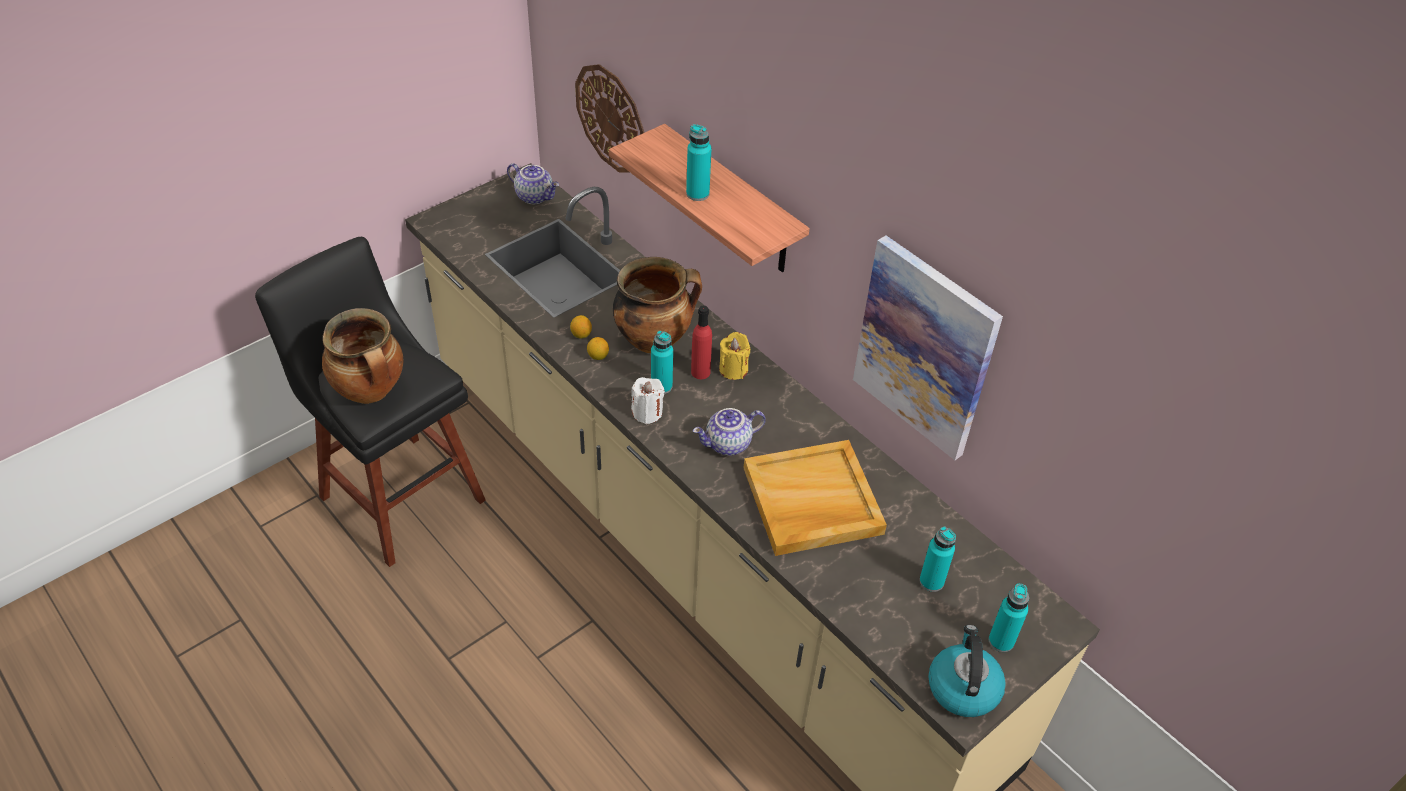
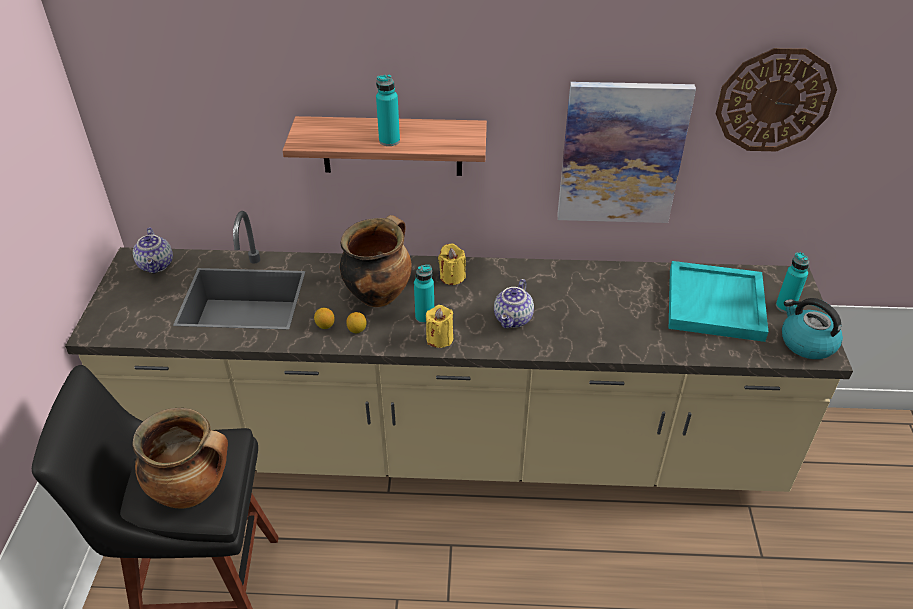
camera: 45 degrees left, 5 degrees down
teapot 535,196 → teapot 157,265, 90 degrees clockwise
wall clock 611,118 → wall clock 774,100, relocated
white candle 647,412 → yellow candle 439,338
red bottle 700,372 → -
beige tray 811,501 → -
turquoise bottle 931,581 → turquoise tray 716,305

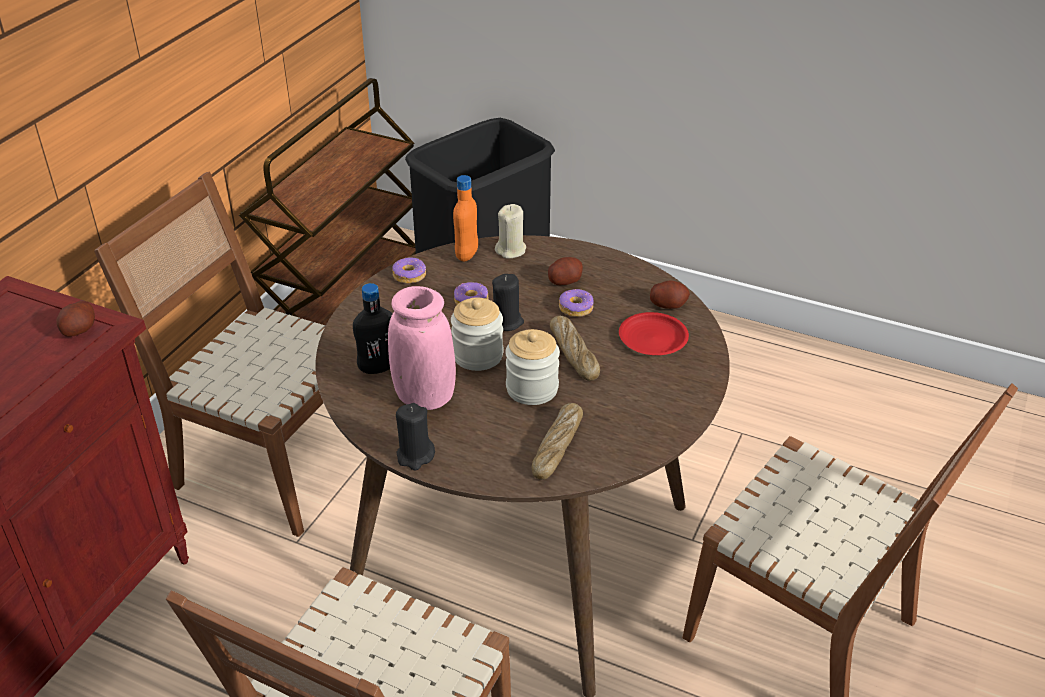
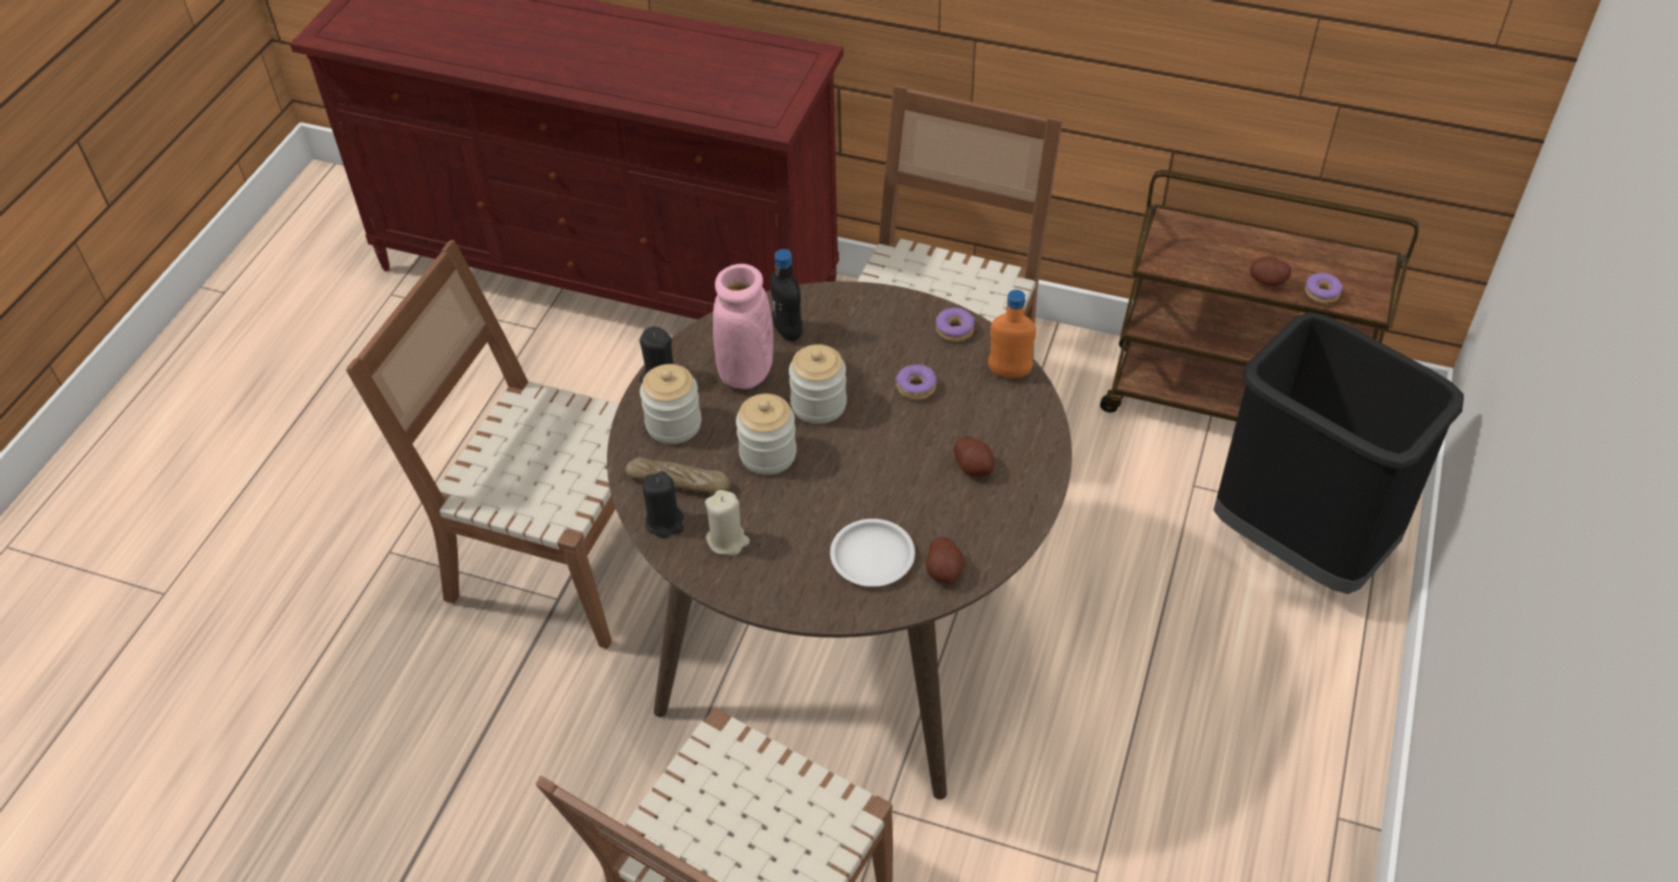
camera: 85 degrees right, 10 degrees up
potato 79,330 → potato 1268,281, relocated
black candle 506,322 → black candle 665,522, relocated
beige candle 511,250 → beige candle 727,540, relocated
bread 574,353 → -
donut 576,308 → donut 1322,293, relocated
red plate 653,338 → white plate 873,557
- → jar 673,424

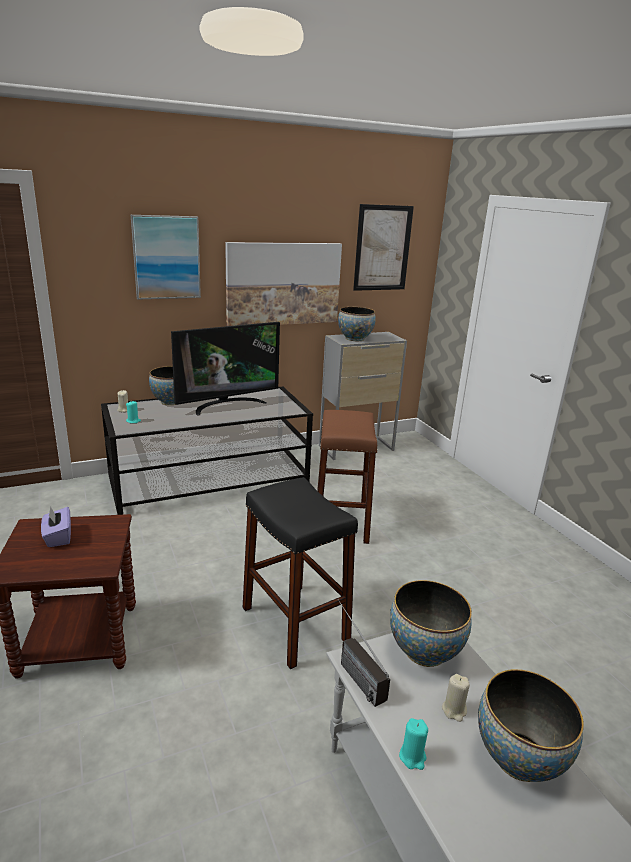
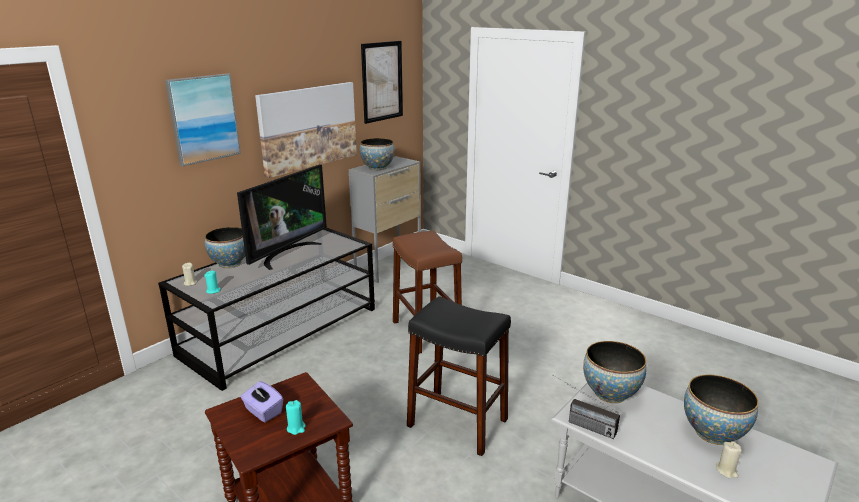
camera: 25 degrees left, 0 degrees up
turquoise candle 412,757 → turquoise candle 296,428, relocated
beige candle 454,710 → beige candle 726,470, relocated

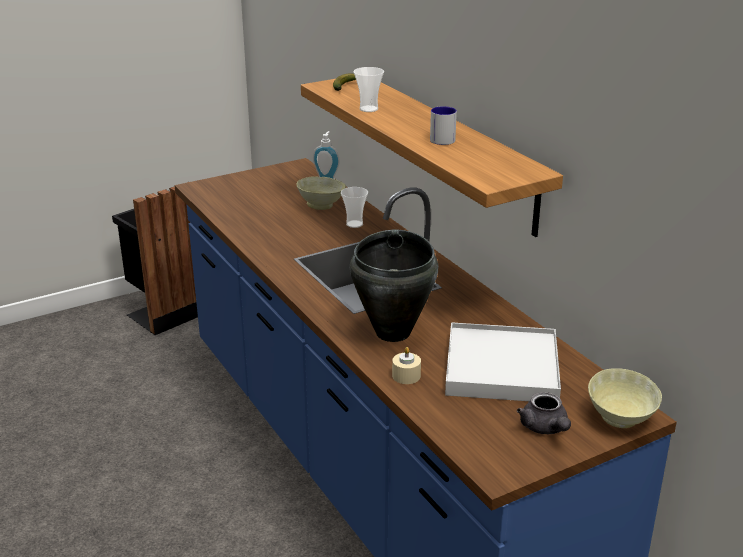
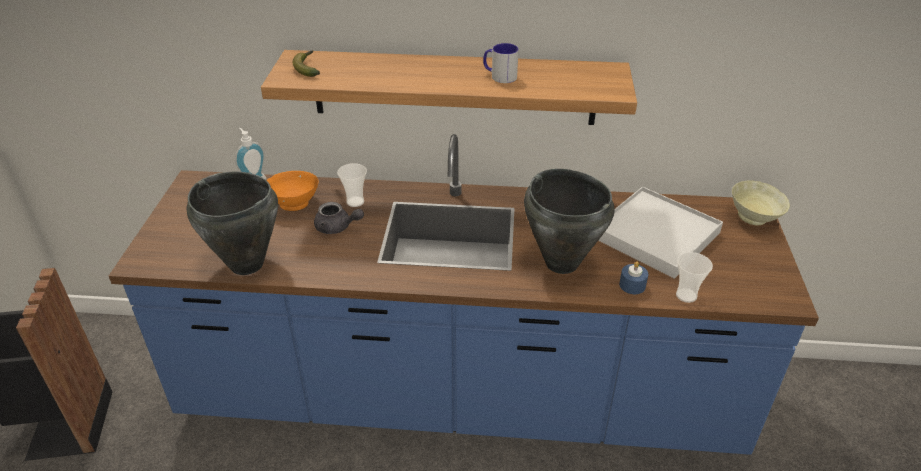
camera: 55 degrees left, 10 degrees up
beige bowl 322,205 → orange bowl 295,203
cup 368,109 → cup 686,295, relocated
beige candle 406,376 → blue candle 632,285
grey teapot 545,428 → grey teapot 337,228, relocated
- → black cooking pot 246,265

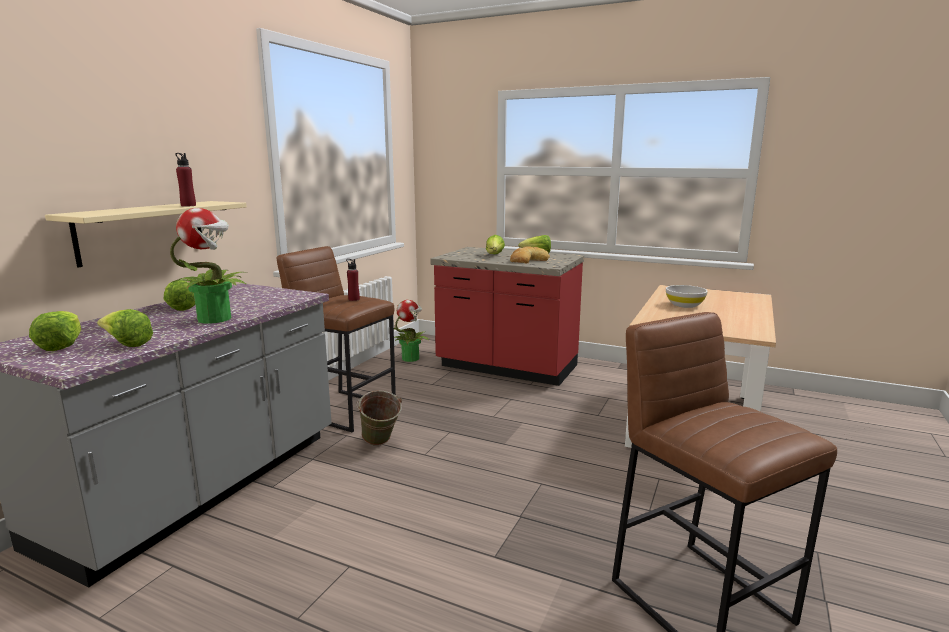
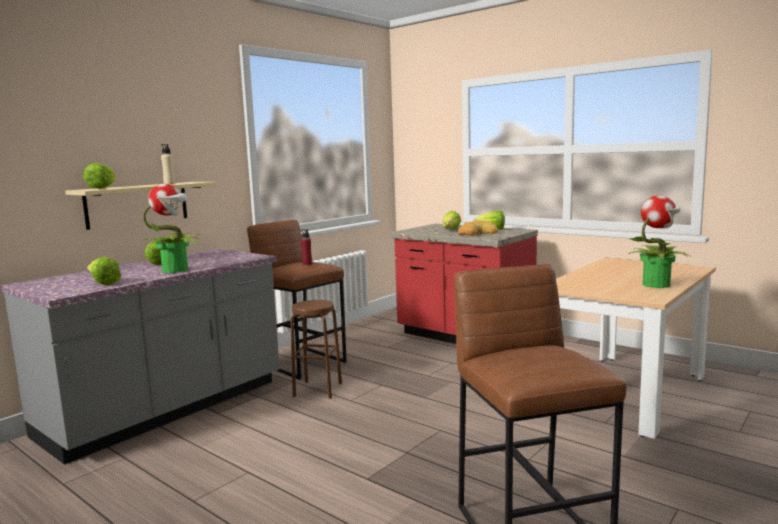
camera: 15 degrees right, 5 degrees down
lettuce 62,345 → lettuce 102,188, relocated
red bottle 188,205 → beige bottle 169,184
green bucket 380,444 → brown stool 317,389
potted plant 411,358 → potted plant 656,284, relocated
white bowl 684,305 → -

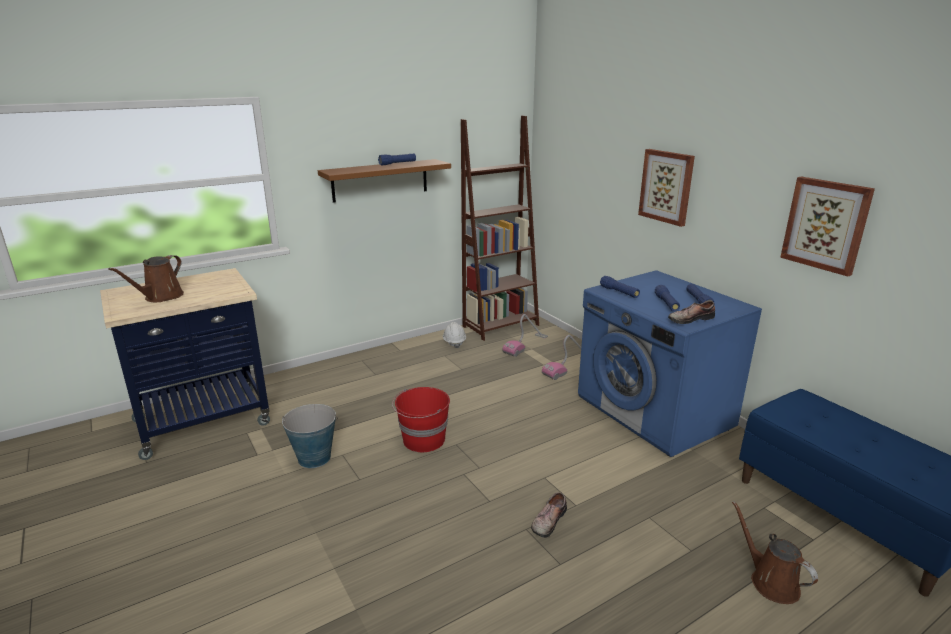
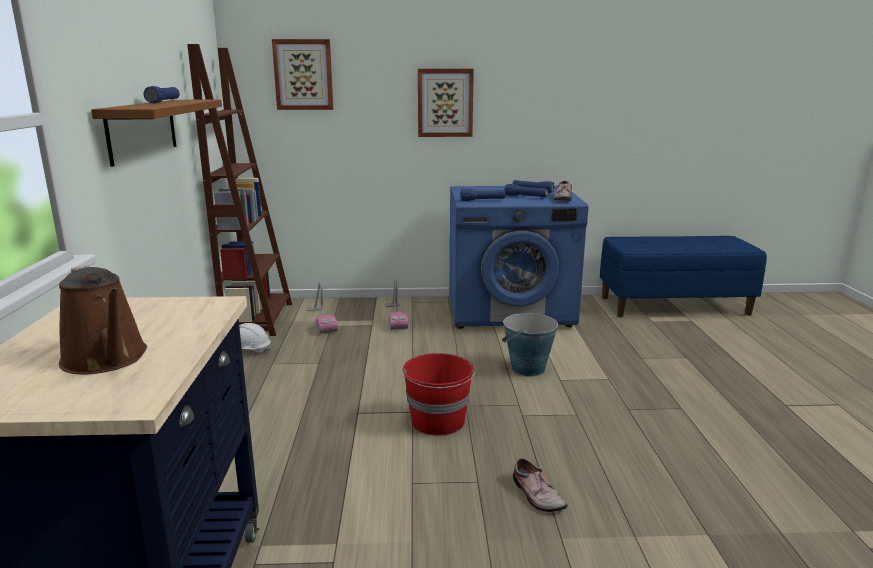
camera: 60 degrees left, 5 degrees down
bucket 314,458 → bucket 528,369, relocated
shoe 547,520 → shoe 536,495, relocated
brown watering can 770,581 → -
picture 826,225 → picture 303,74, relocated

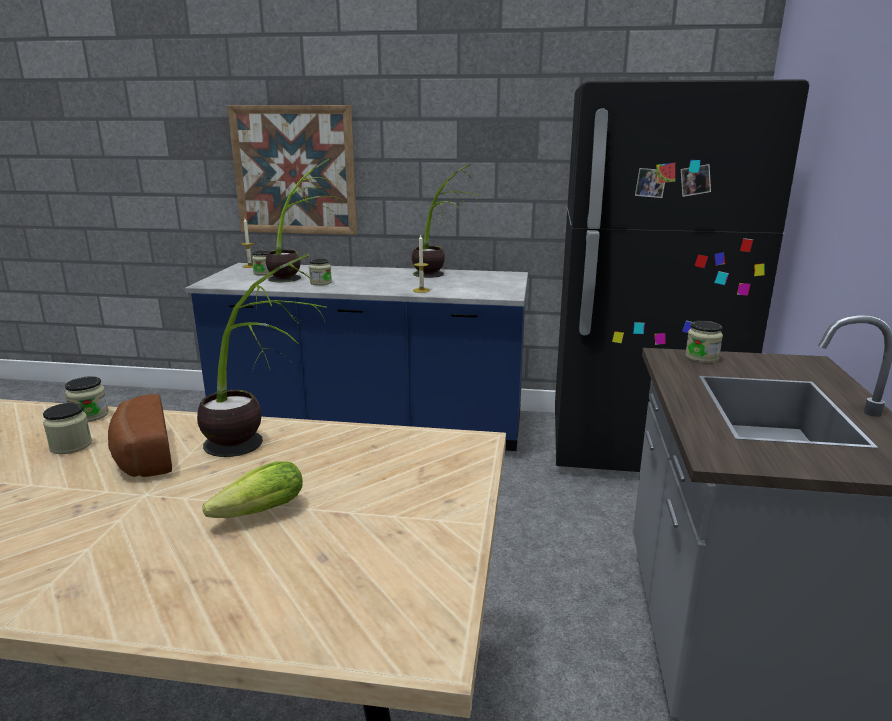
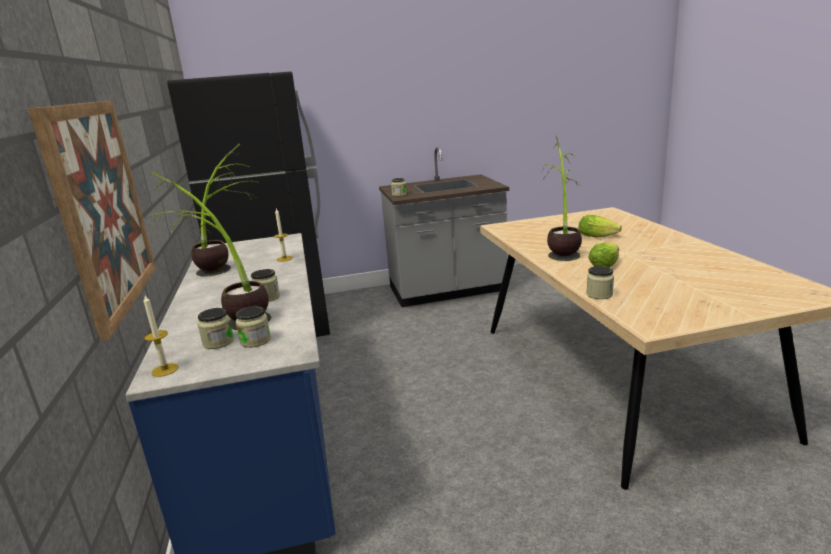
camera: 110 degrees left, 0 degrees up
jar 71,445 → jar 255,341, relocated
bread 141,456 → lettuce 606,265

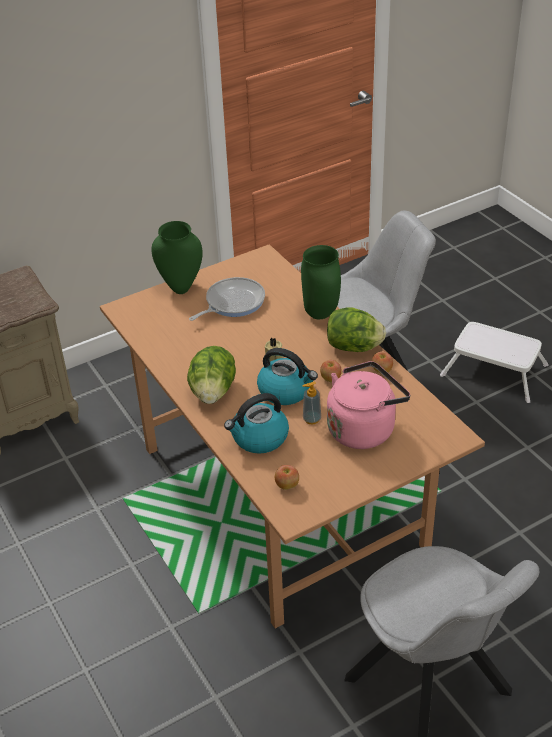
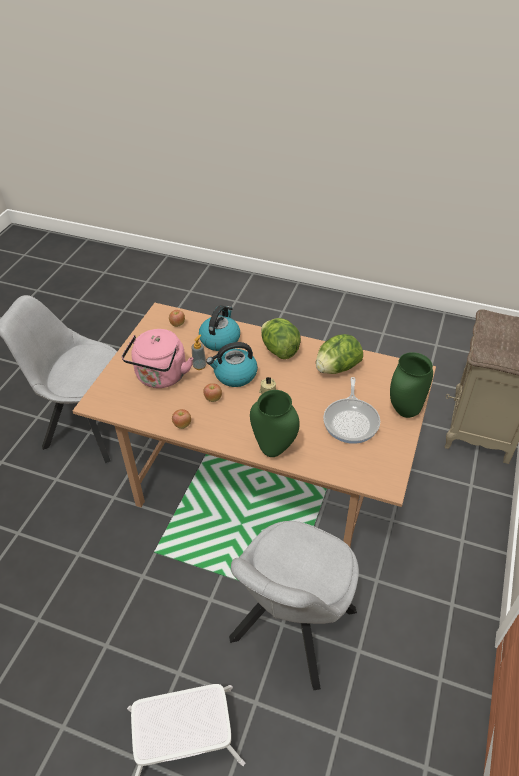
camera: 140 degrees right, 5 degrees up
lettuce 354,347 → lettuce 337,368, relocated

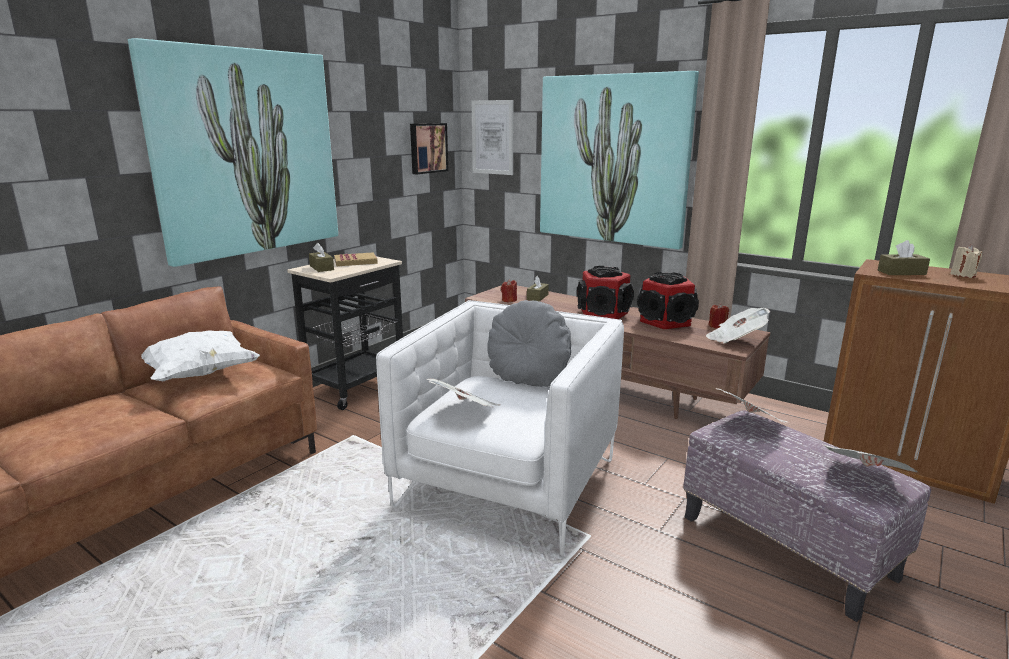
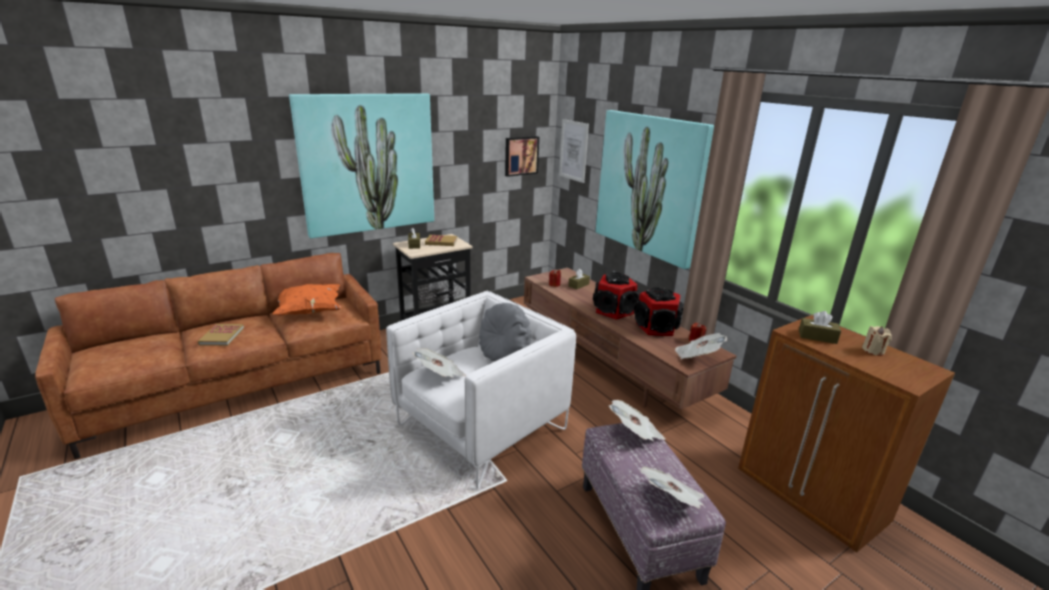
camera: 20 degrees right, 5 degrees up
white pillow 199,374 → orange pillow 310,311
- → book 222,336

